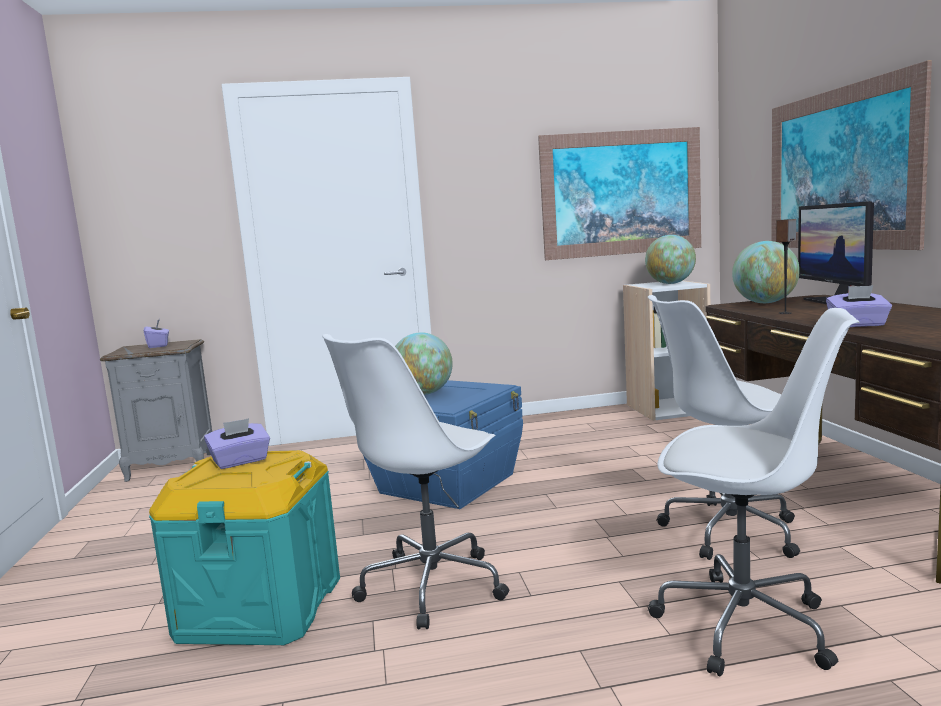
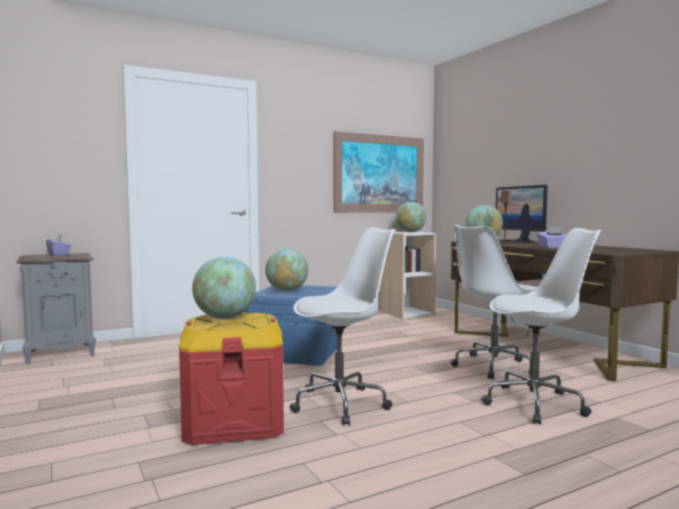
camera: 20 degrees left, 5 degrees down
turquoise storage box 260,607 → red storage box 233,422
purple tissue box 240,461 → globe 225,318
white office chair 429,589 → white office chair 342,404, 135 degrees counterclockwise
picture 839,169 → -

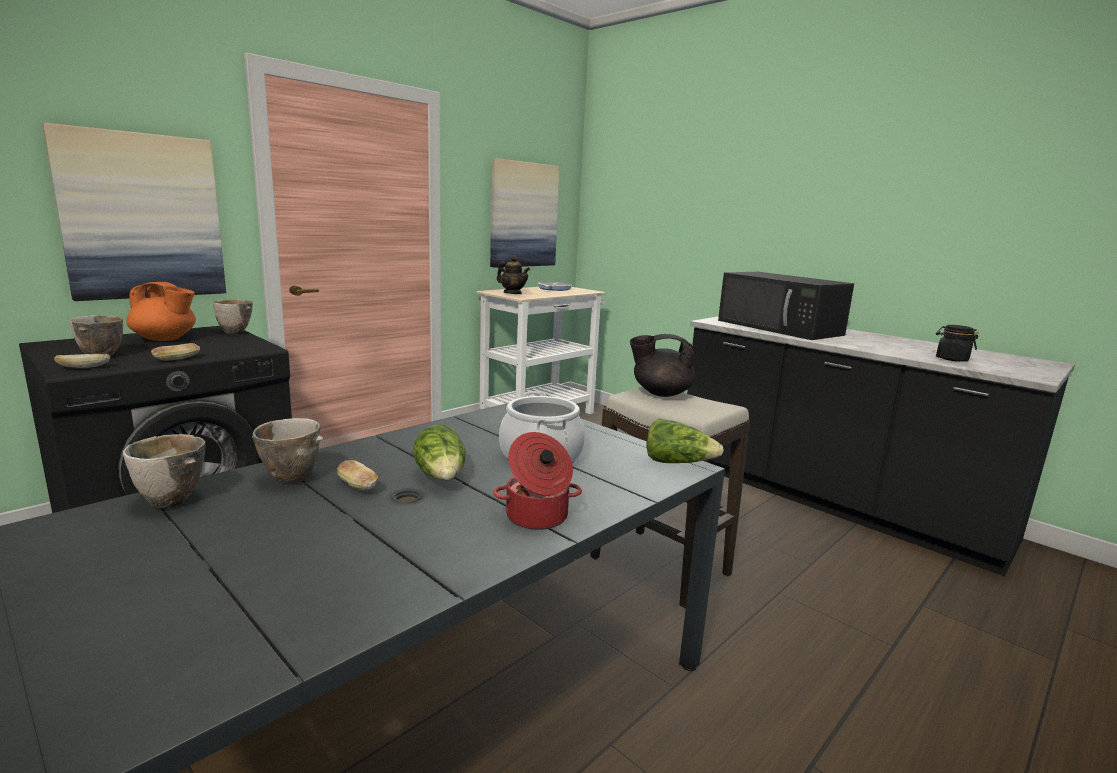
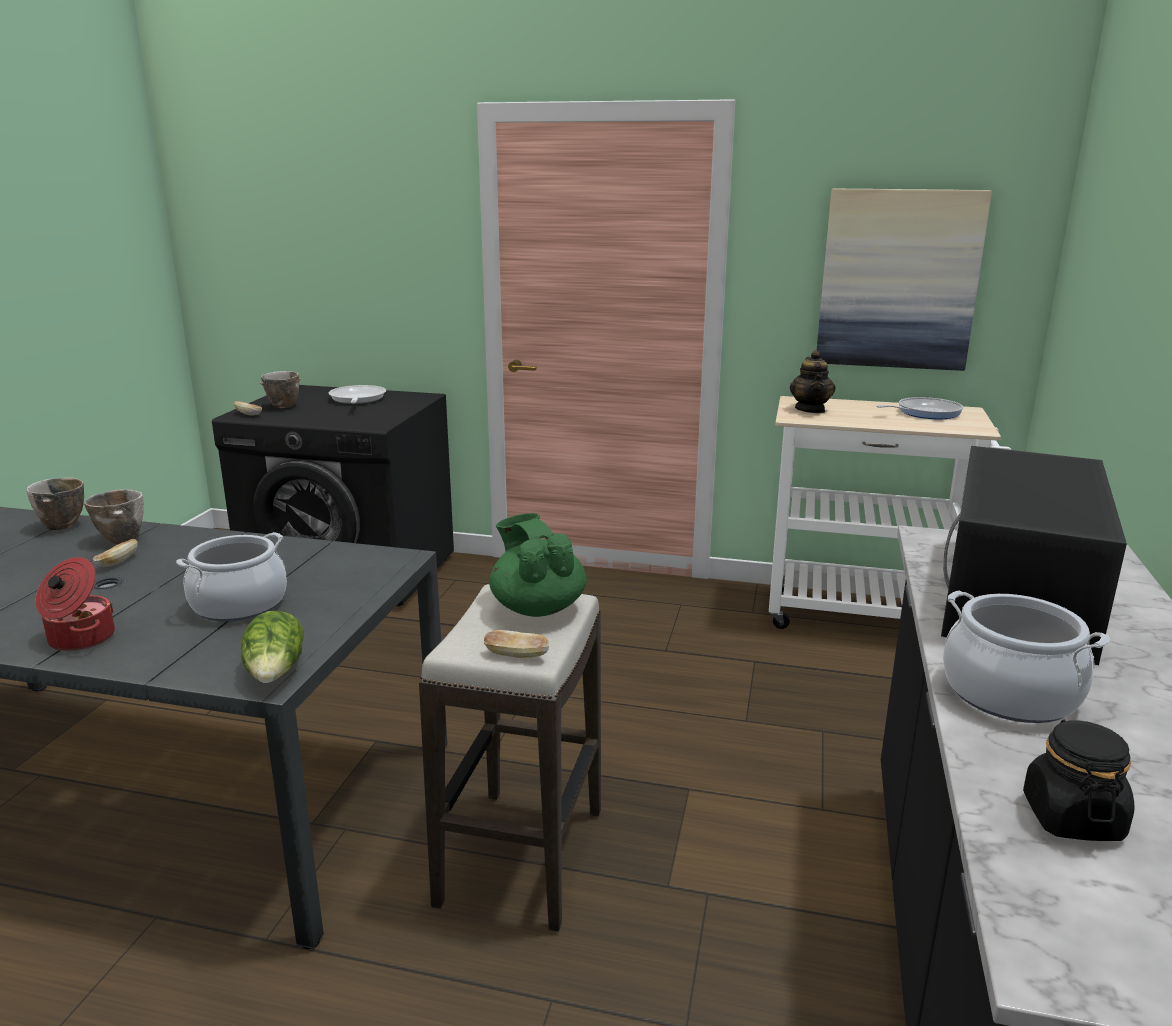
camera: 60 degrees right, 5 degrees up
picture 142,217 → -
orange teapot 165,339 → frying pan 357,400
bread 177,359 → bread 516,656, relocated
bowl 236,332 → -
lettuce 442,477 → -
black teapot 660,393 → green teapot 537,607
- → cooking pot 1010,693

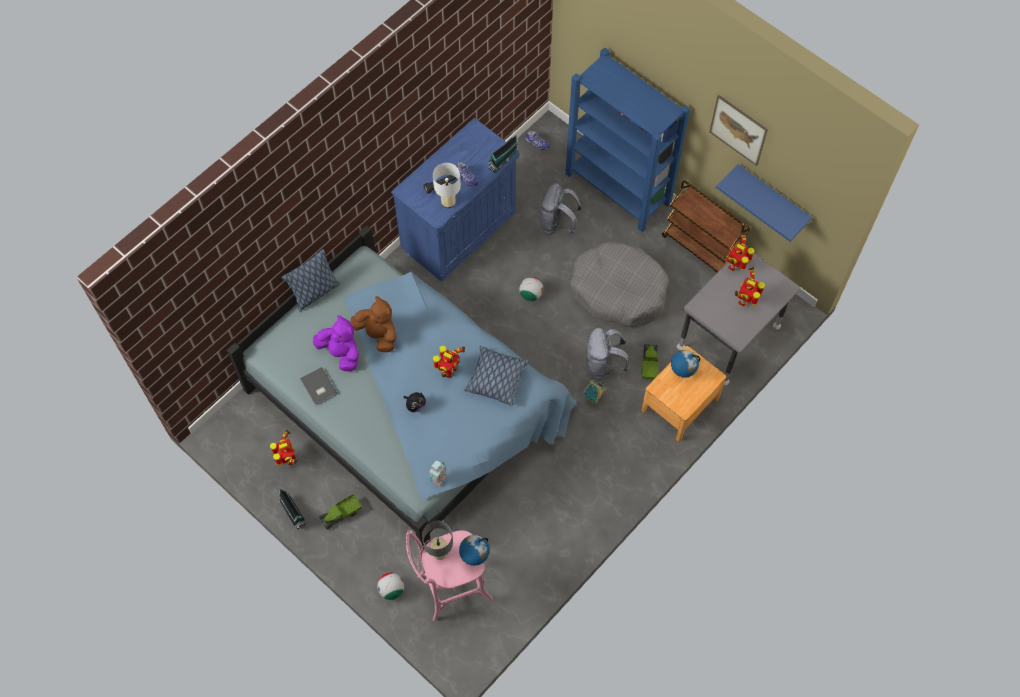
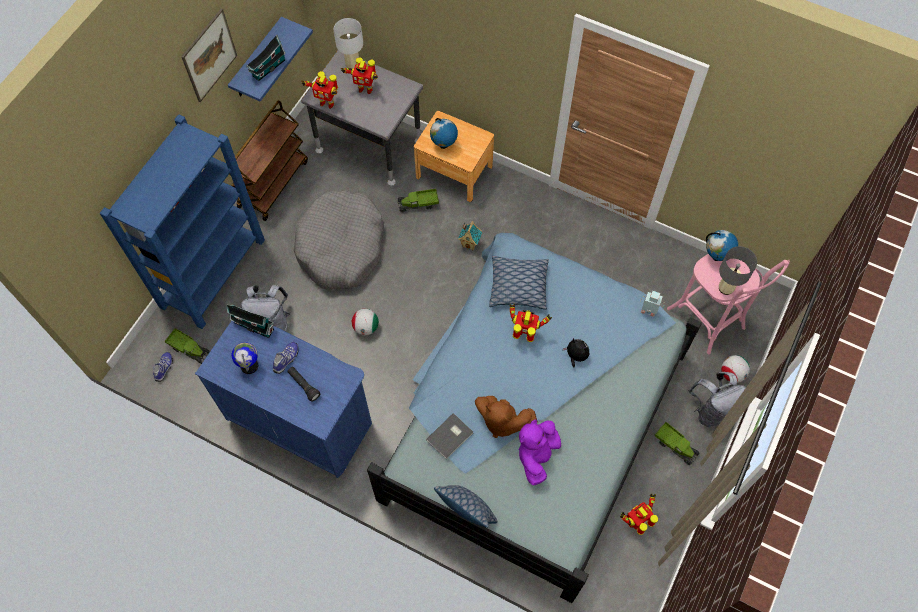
camera: 105 degrees left, 0 degrees up
toy house 292,512 → toy house 267,69, relocated
grey book 318,387 → grey book 451,436, relocated
brown plush toy 378,334 → brown plush toy 502,421, 90 degrees counterclockwise
white table lamp 448,202 → white table lamp 352,64, relocated
grey backpack 603,365 → grey backpack 711,410, relocated
- → toy truck 189,349
- → globe 249,365

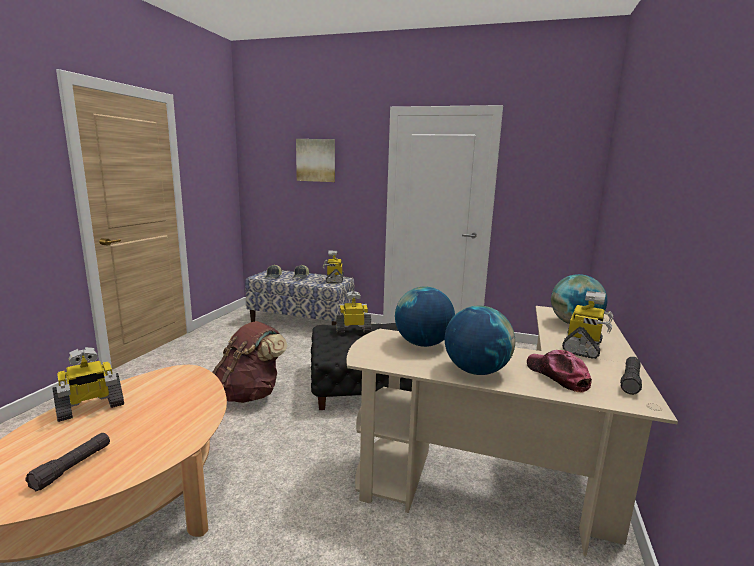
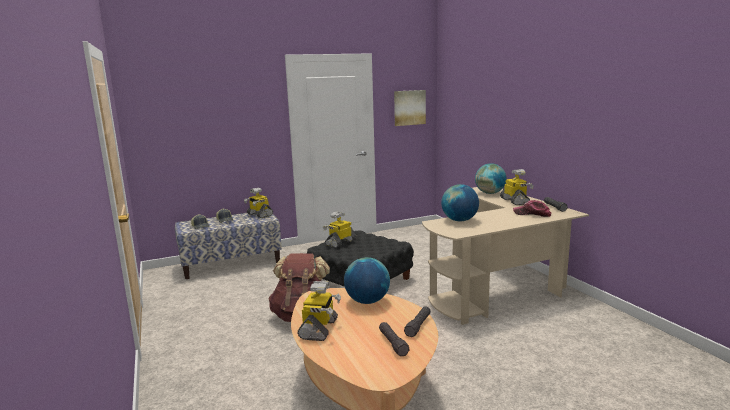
camera: 40 degrees left, 0 degrees up
picture 316,160 → picture 409,107, relocated
globe 476,371 → globe 367,301, relocated
- → black flashlight 418,326

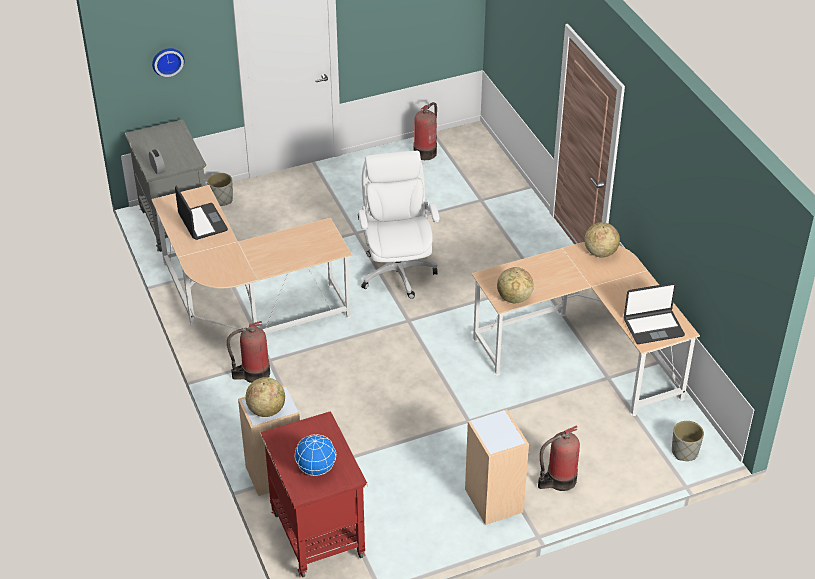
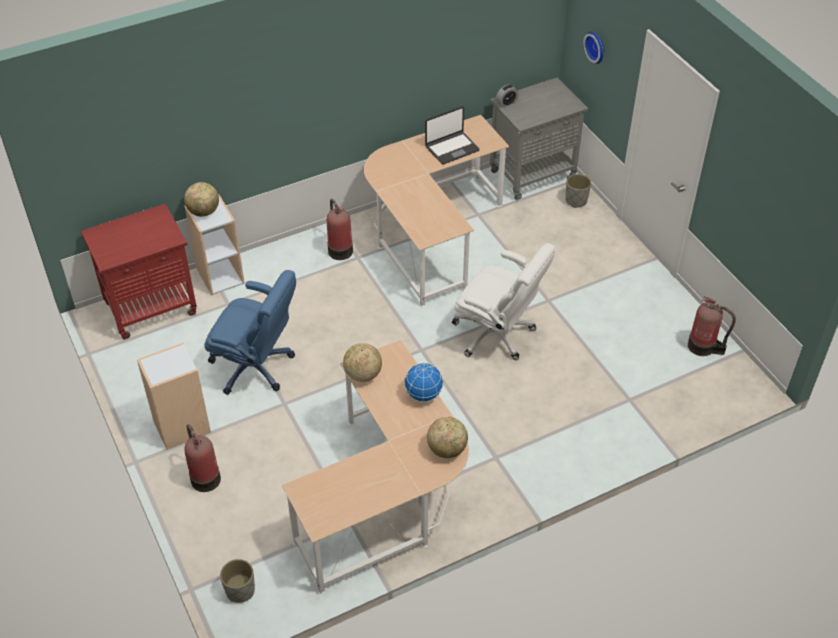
camera: 85 degrees right, 5 degrees up
globe 316,468 → globe 423,394, relocated
white office chair 397,269 → white office chair 498,336, 45 degrees clockwise
laptop 653,327 → -
- → blue office chair 257,368

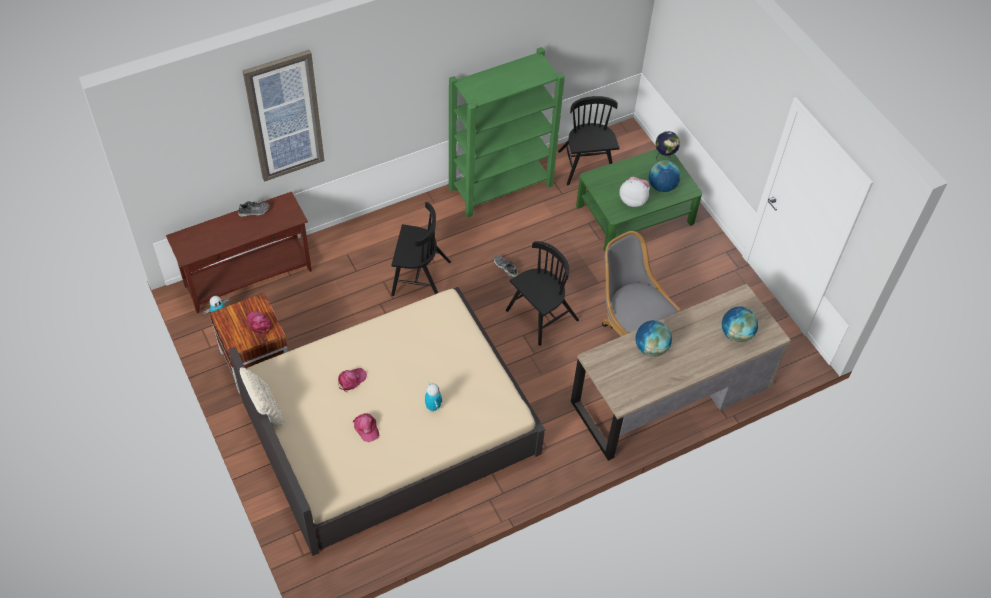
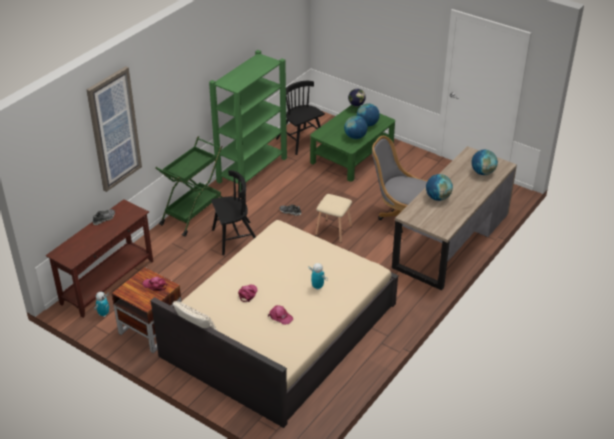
camera: 25 degrees left, 15 degrees down
black chair 539,317 → beige stool 334,230
plush toy 633,200 → globe 355,137
- → green cart 193,214

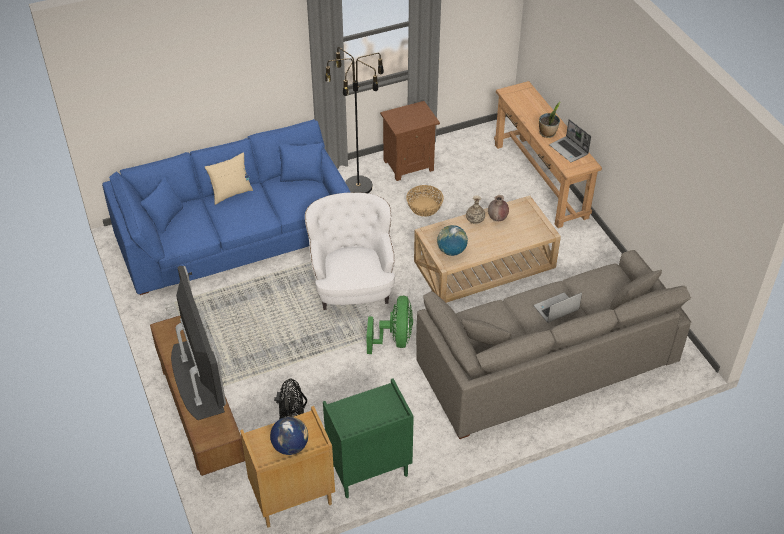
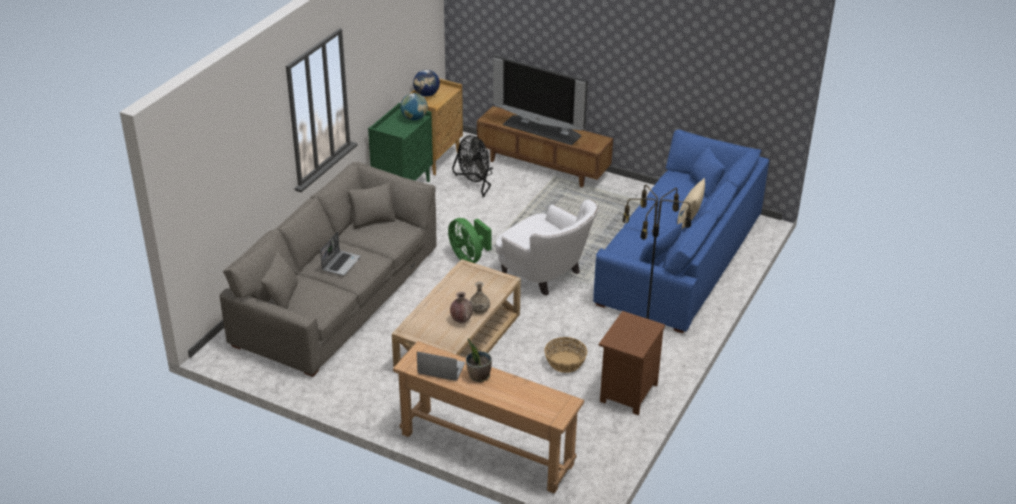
camera: 140 degrees right, 10 degrees down
globe 451,251 → globe 414,118, relocated

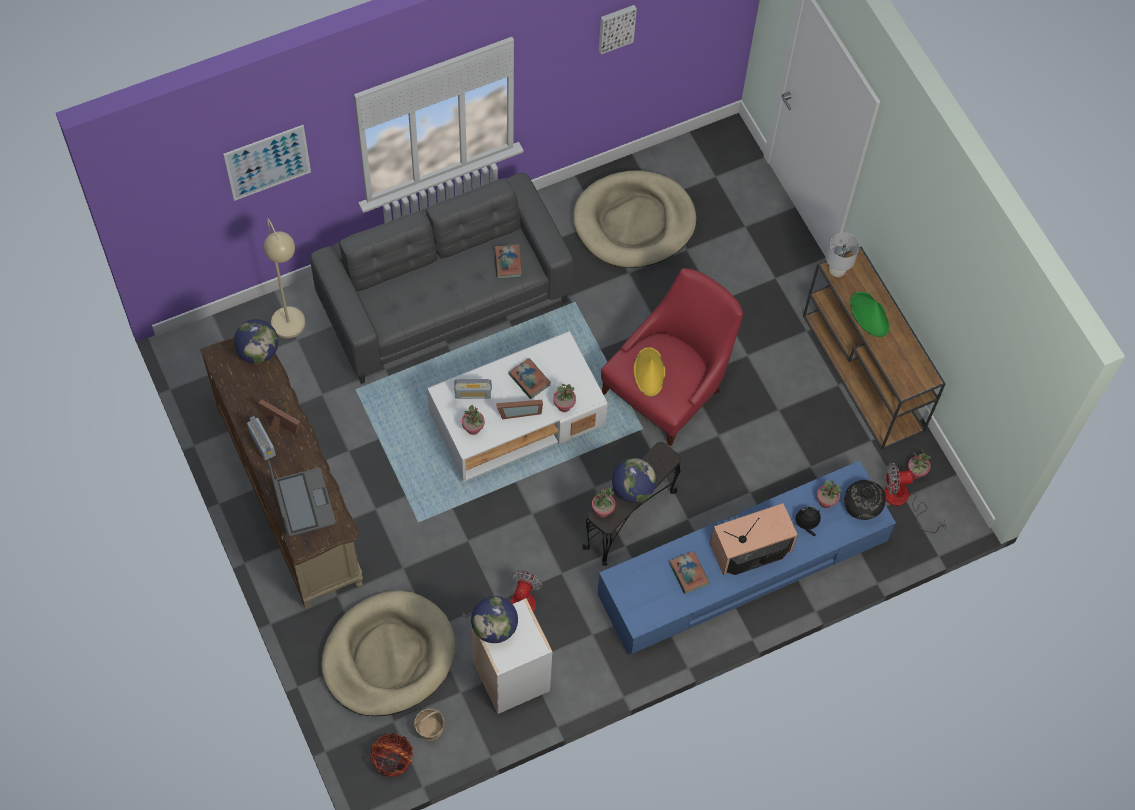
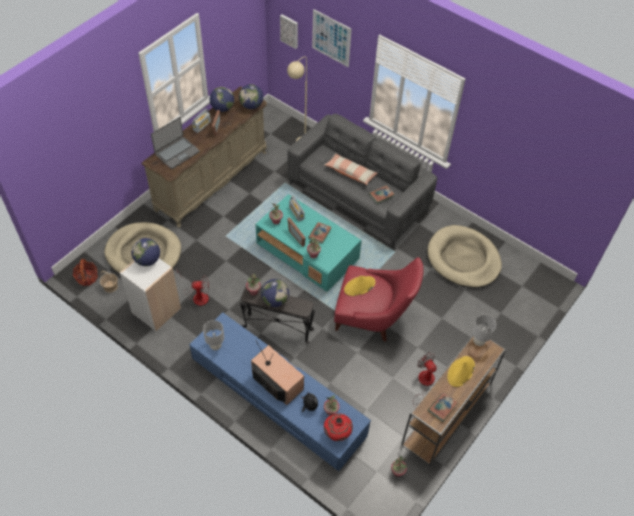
camera: 65 degrees right, 10 degrees down
white coffee table 517,421 → turquoise coffee table 307,254
picture 616,27 → picture 289,31, relocated
book 688,573 → book 442,407, relocated
black vase 860,509 → red vase 337,433
green hat 869,315 → yellow hat 460,372
fan 903,501 → fan 424,383, relocated
- → grey table lamp 215,346
- → globe 222,108
- → pillow 350,173

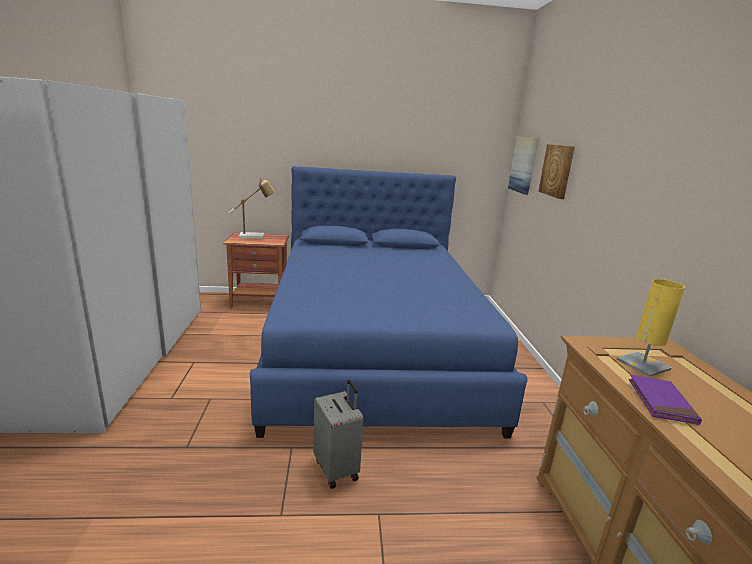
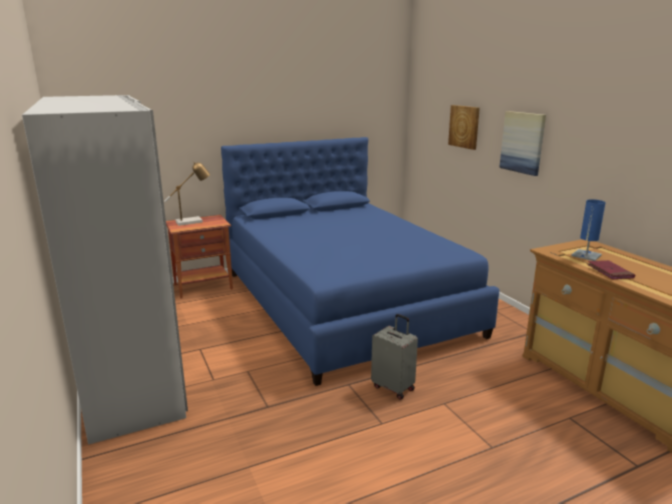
camera: 20 degrees left, 0 degrees up
picture 523,165 → picture 522,142, relocated
yellow table lamp 643,364 → blue table lamp 586,255
purple book 661,401 → red book 610,272

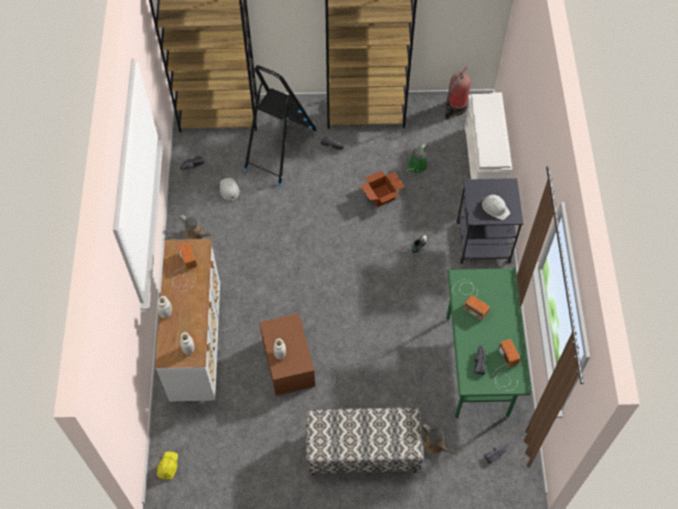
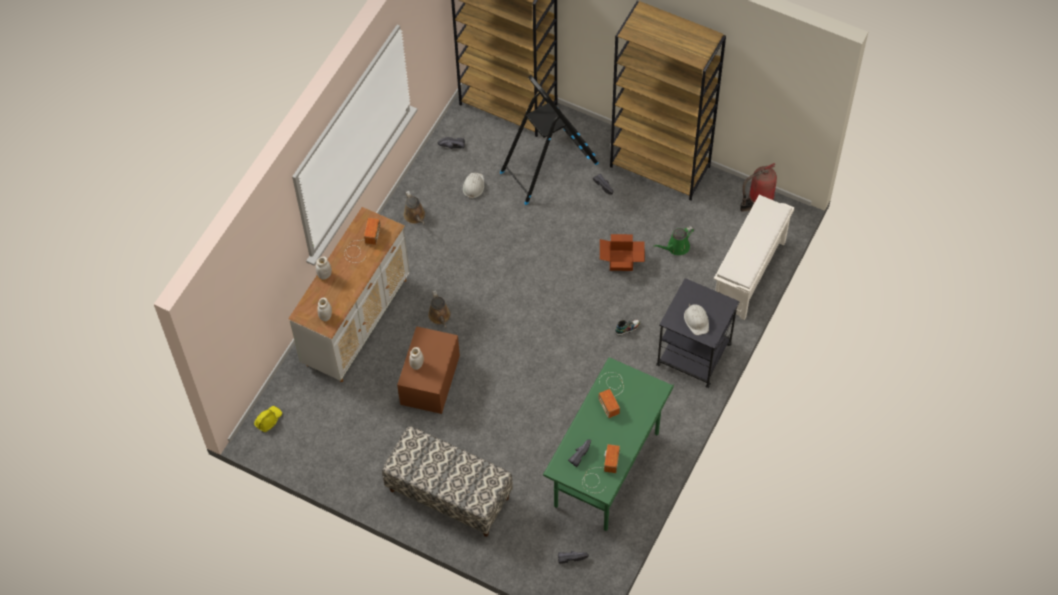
camera: 30 degrees right, 0 degrees up
brown watering can 436,445 → brown watering can 440,317, relocated

